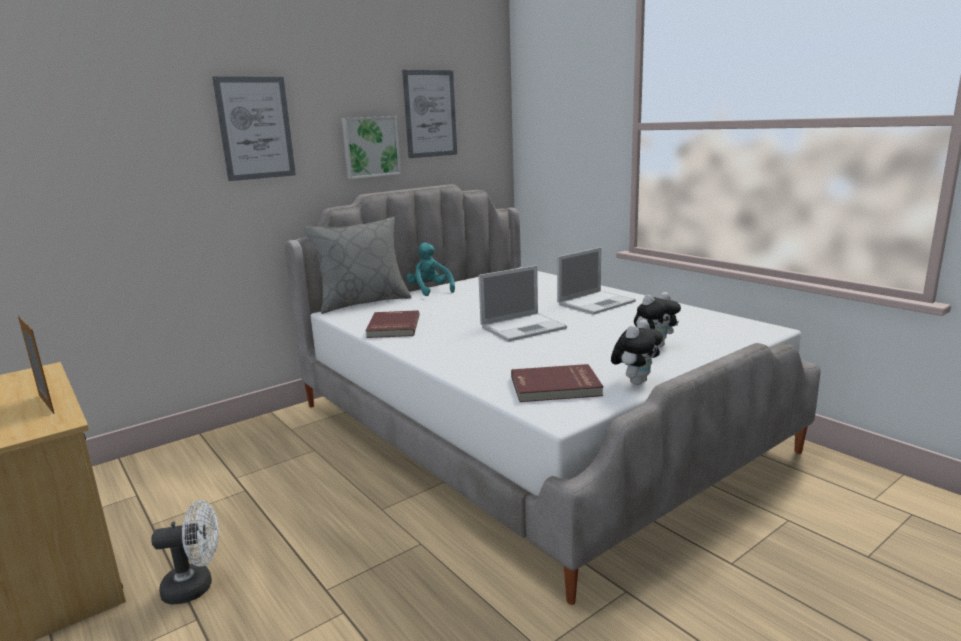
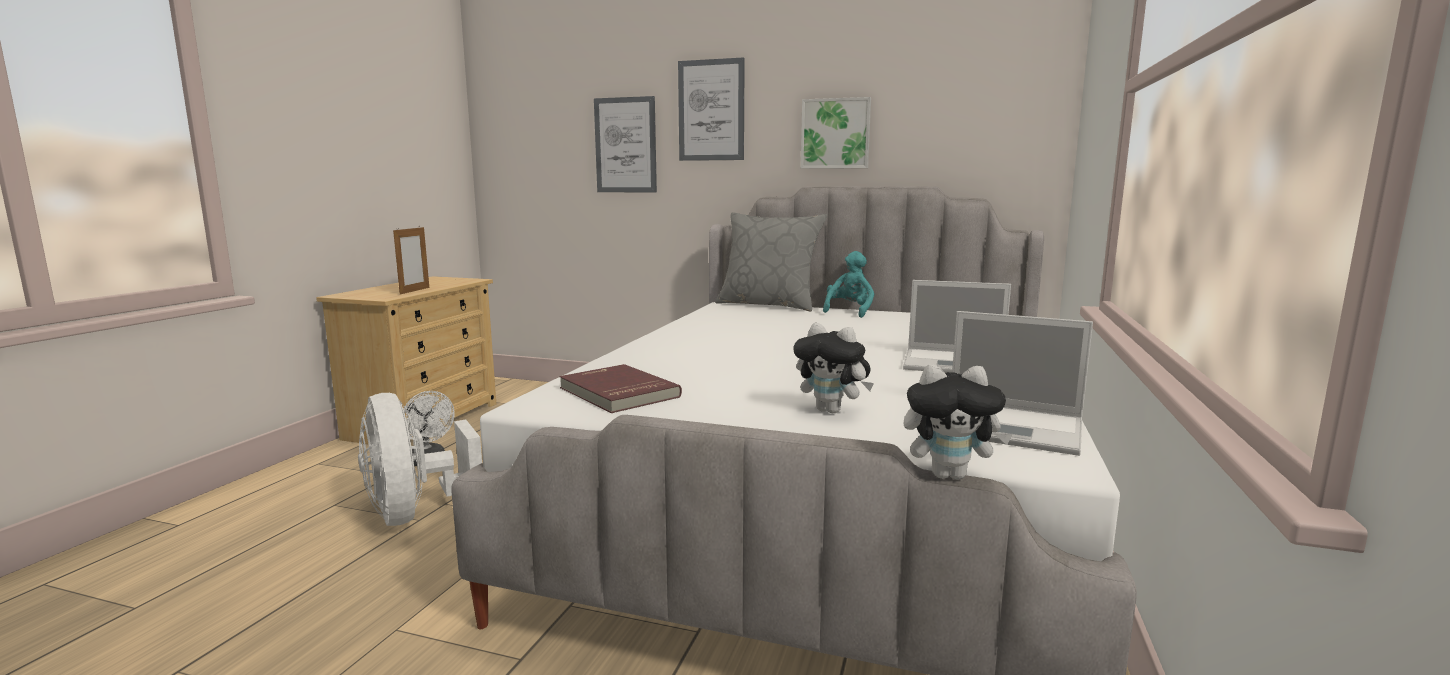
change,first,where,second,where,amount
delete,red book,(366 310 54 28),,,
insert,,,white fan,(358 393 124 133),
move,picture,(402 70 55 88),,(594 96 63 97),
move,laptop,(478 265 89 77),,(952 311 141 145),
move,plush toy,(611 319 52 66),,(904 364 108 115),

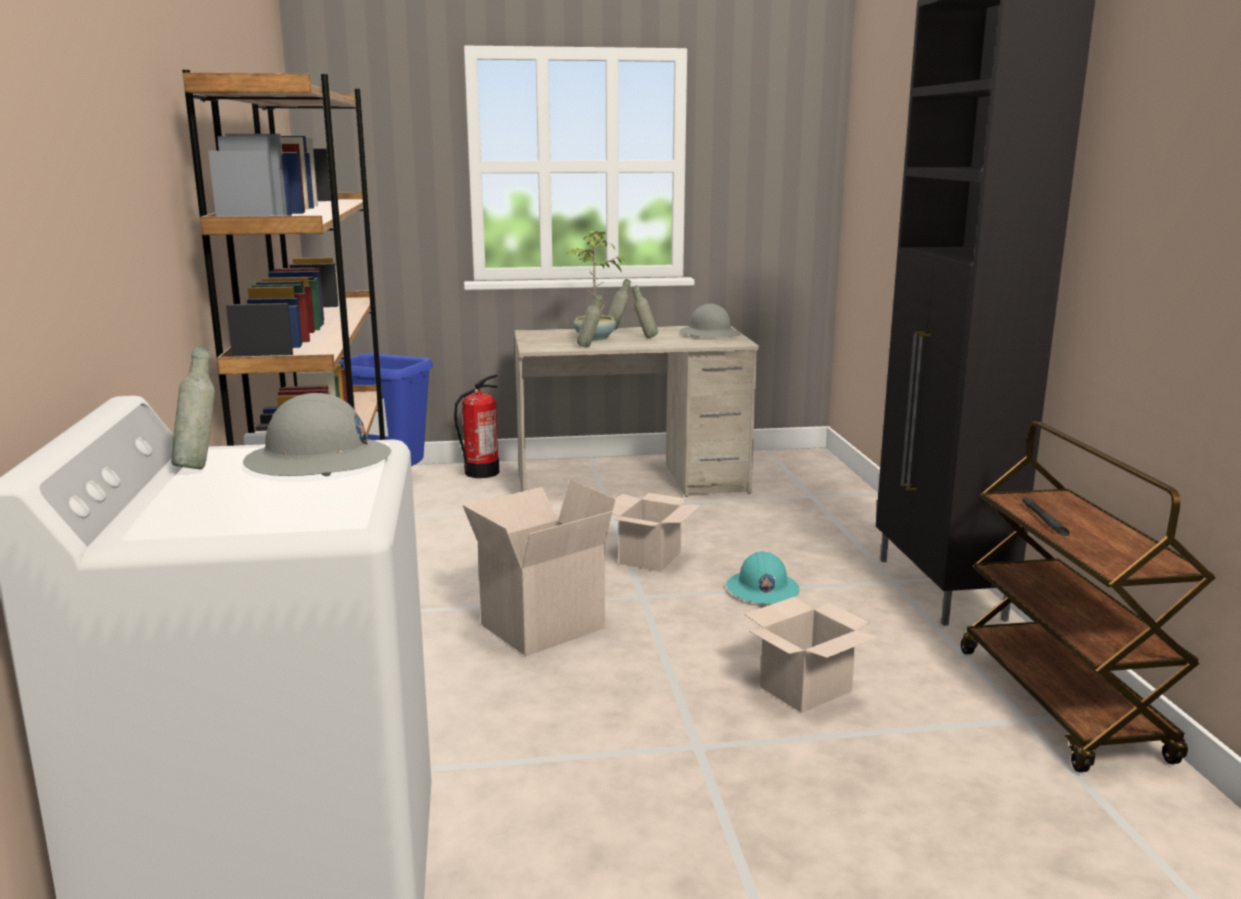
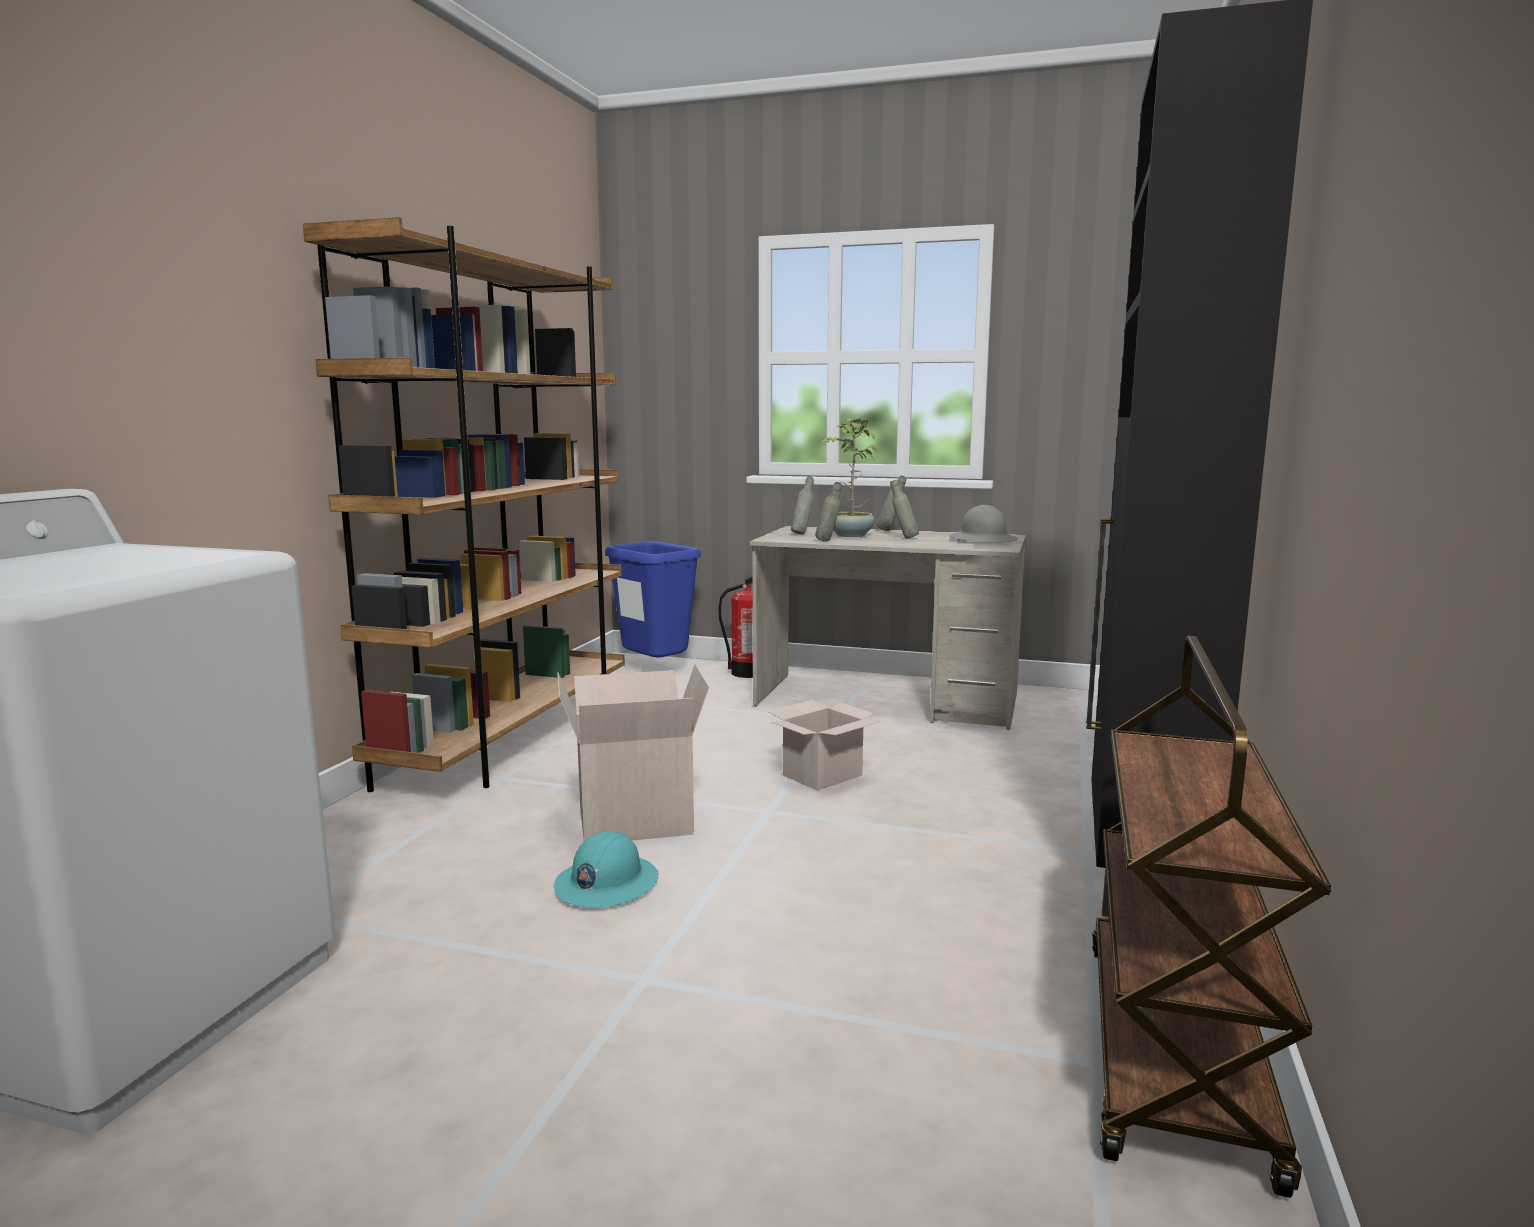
change,first,where,second,where,amount
delete,grey hard hat,(243 393 148 83),,,
delete,cardboard box,(744 597 134 116),,,
delete,black flashlight,(1022 497 48 39),,,
move,grey bottle,(171 346 44 123),,(791 476 23 58),
move,turquoise hard hat,(726 551 74 53),,(554 831 105 76),

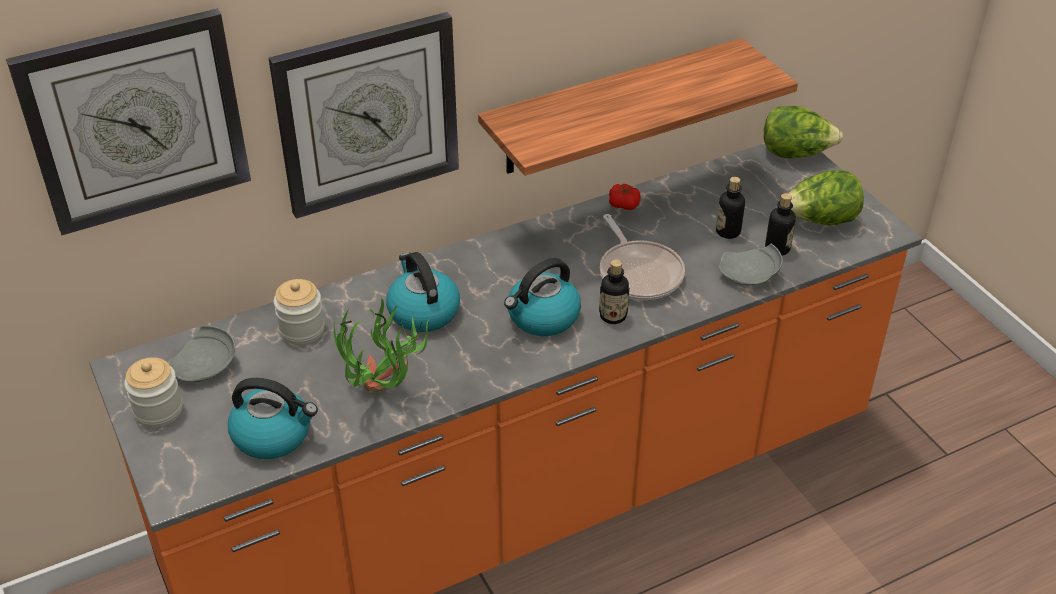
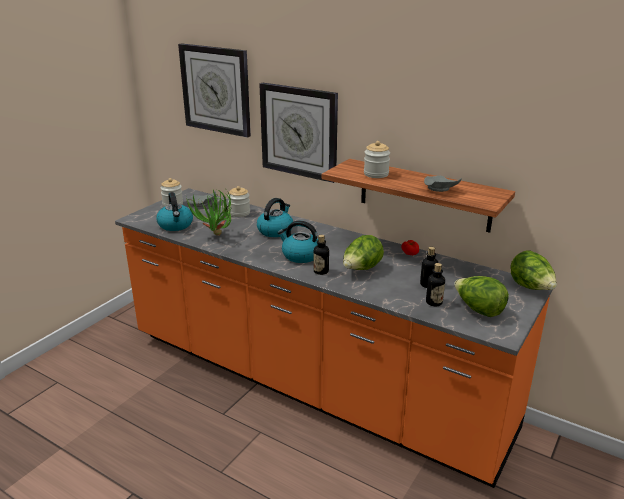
change,first,where,second,where,amount
insert,,,jar,(364 141 26 37),
move,grey plate,(719 244 64 42),,(424 176 38 16),
replace,frying pan,(600 214 85 86),lettuce,(343 235 41 35),

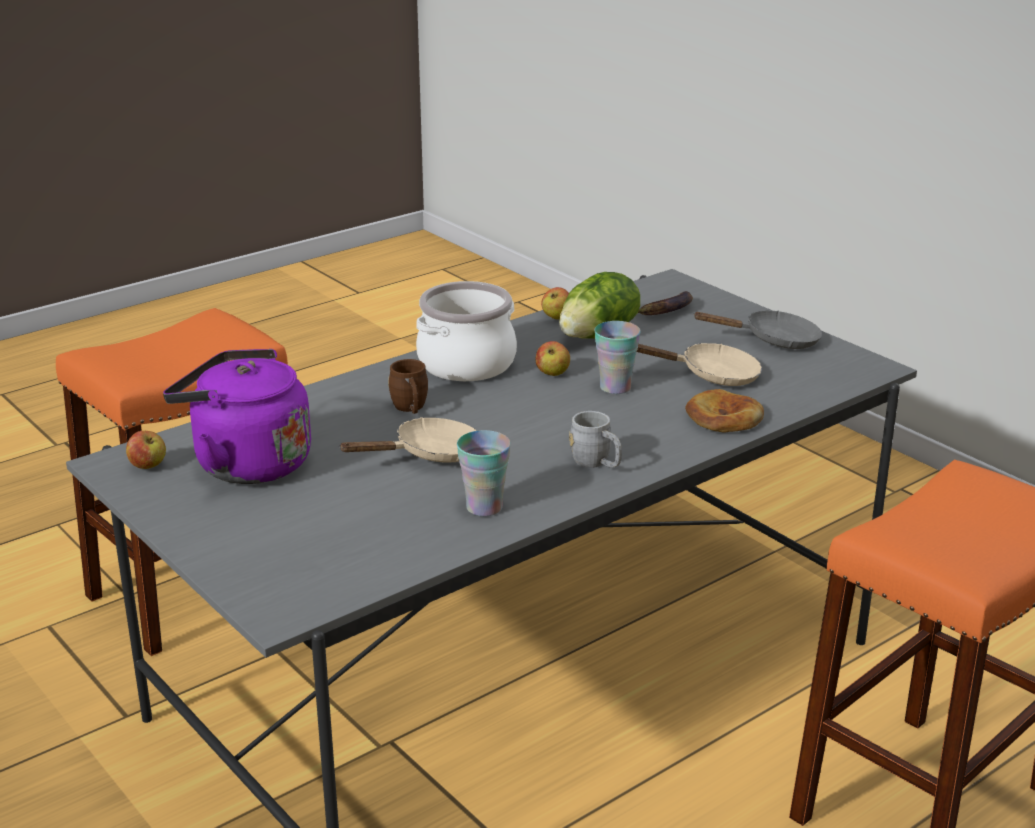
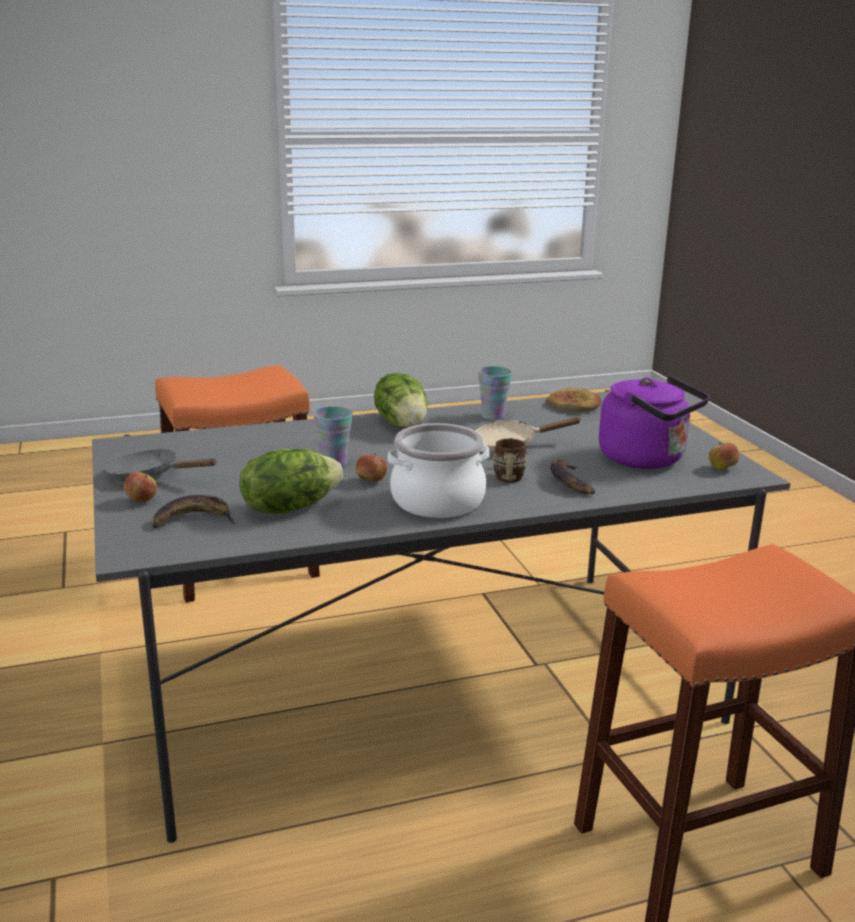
change,first,where,second,where,amount
delete,beige frying pan,(637 343 125 43),,,
insert,,,banana,(550 459 45 35),
move,apple,(541 287 28 32),,(124 472 33 31),
move,bread,(685 389 79 43),,(546 388 55 24),
replace,grey mug,(569 411 53 57),lettuce,(374 373 54 55),

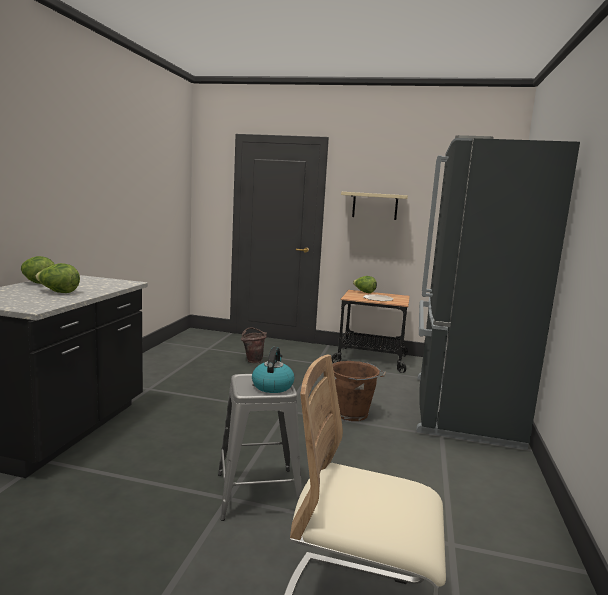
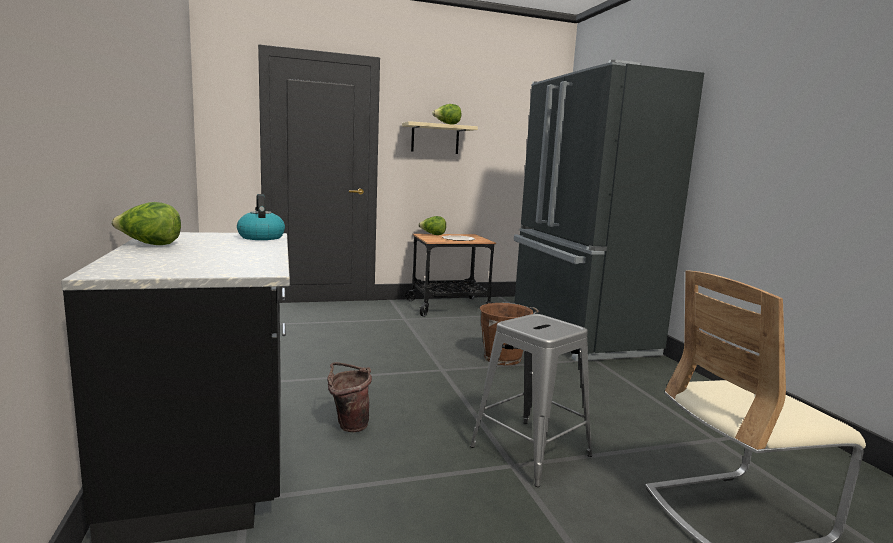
change,first,where,second,where,amount
move,lettuce,(35 263 45 30),,(432 104 29 21),
move,brown bucket,(241 328 26 35),,(327 362 45 70),
move,kettle,(252 347 42 46),,(237 194 48 46),

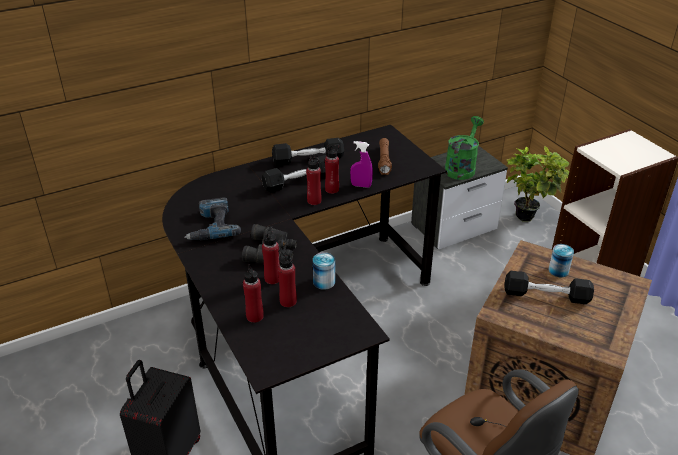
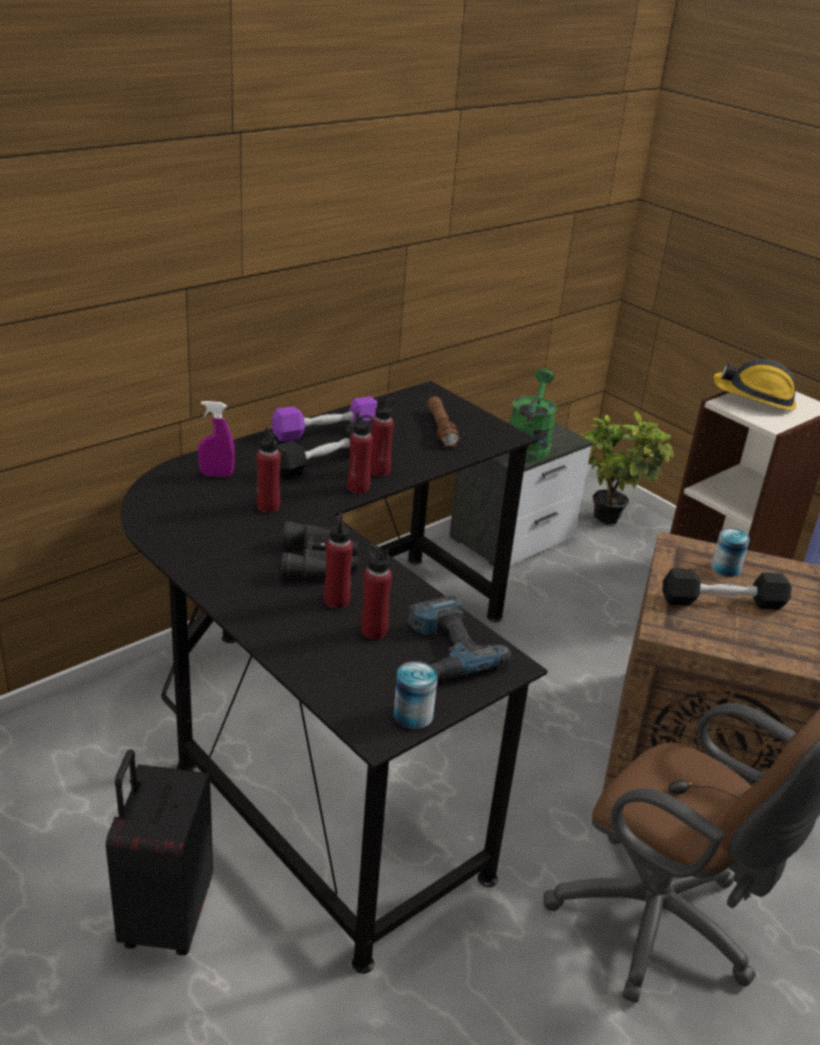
change,first,where,second,where,amount
insert,,,hard hat,(714 359 82 51),
move,power drill,(184 197 57 43),,(408 596 103 83),
move,red bottle,(243 264 21 59),,(257 428 24 85),
move,can,(313 252 22 38),,(394 661 44 68),
move,purple spray bottle,(350 141 23 47),,(198 401 37 76),
recolor,black dumbbell,(272 138 72 28),purple dumbbell,(271 397 106 45),

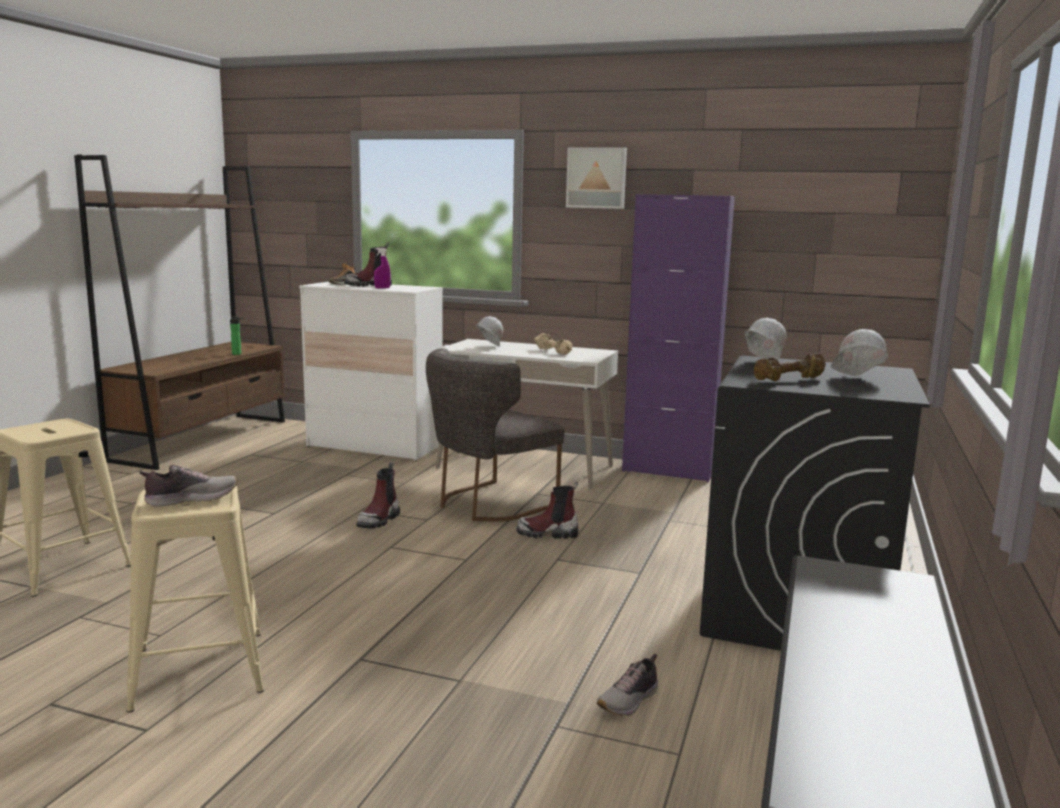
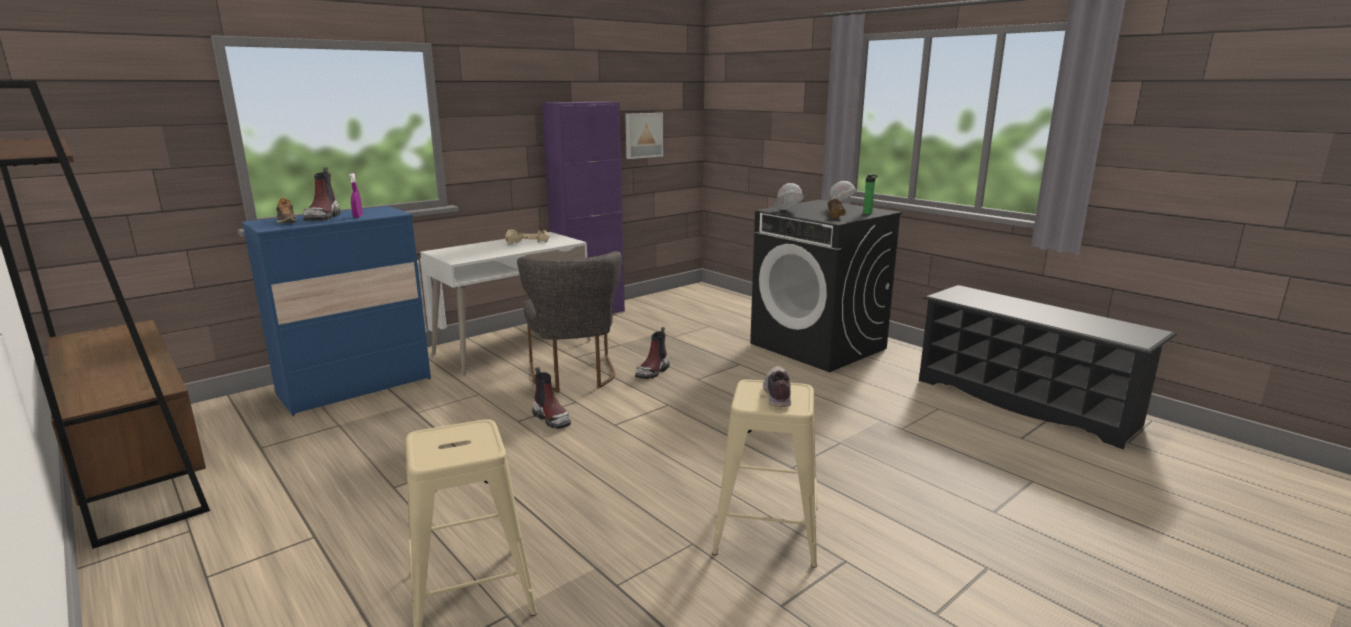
change,first,where,second,where,amount
delete,white hard hat,(476 316 27 31),,,
delete,shoe,(596 654 62 62),,,
move,bottle,(230 316 13 39),,(863 174 15 40),
move,picture,(566 147 61 62),,(625 113 38 46),
recolor,white dresser,(299 282 144 179),blue dresser,(242 206 189 210),

